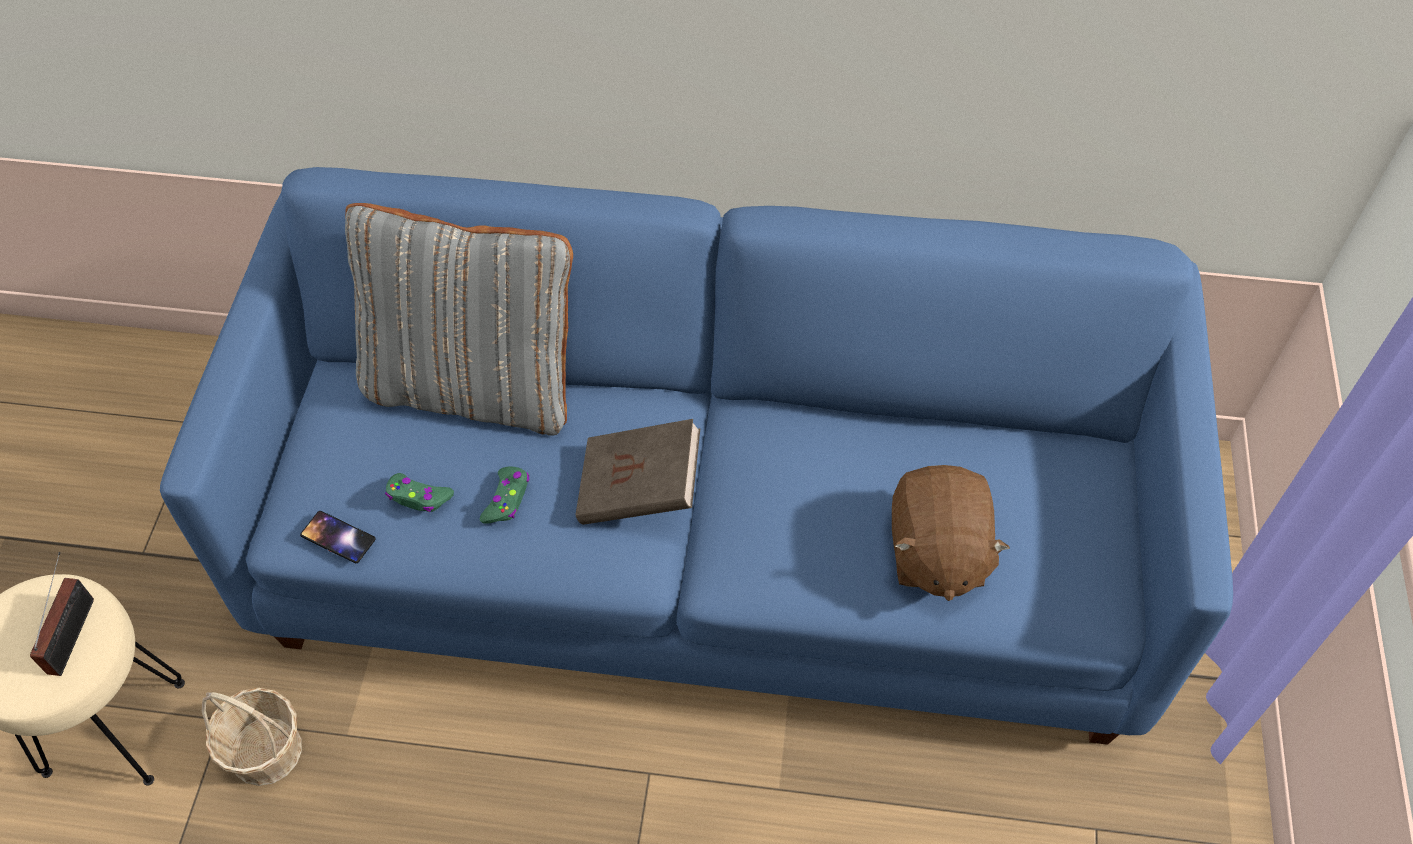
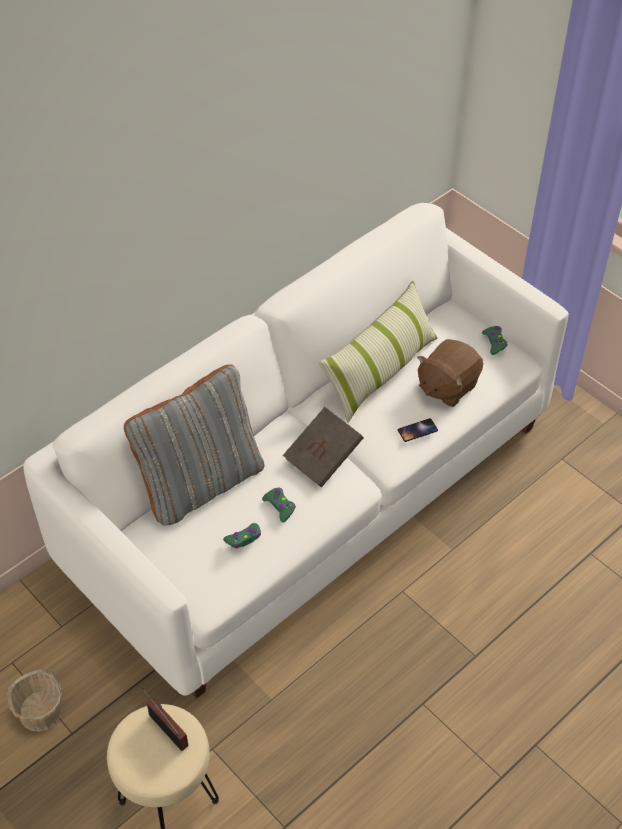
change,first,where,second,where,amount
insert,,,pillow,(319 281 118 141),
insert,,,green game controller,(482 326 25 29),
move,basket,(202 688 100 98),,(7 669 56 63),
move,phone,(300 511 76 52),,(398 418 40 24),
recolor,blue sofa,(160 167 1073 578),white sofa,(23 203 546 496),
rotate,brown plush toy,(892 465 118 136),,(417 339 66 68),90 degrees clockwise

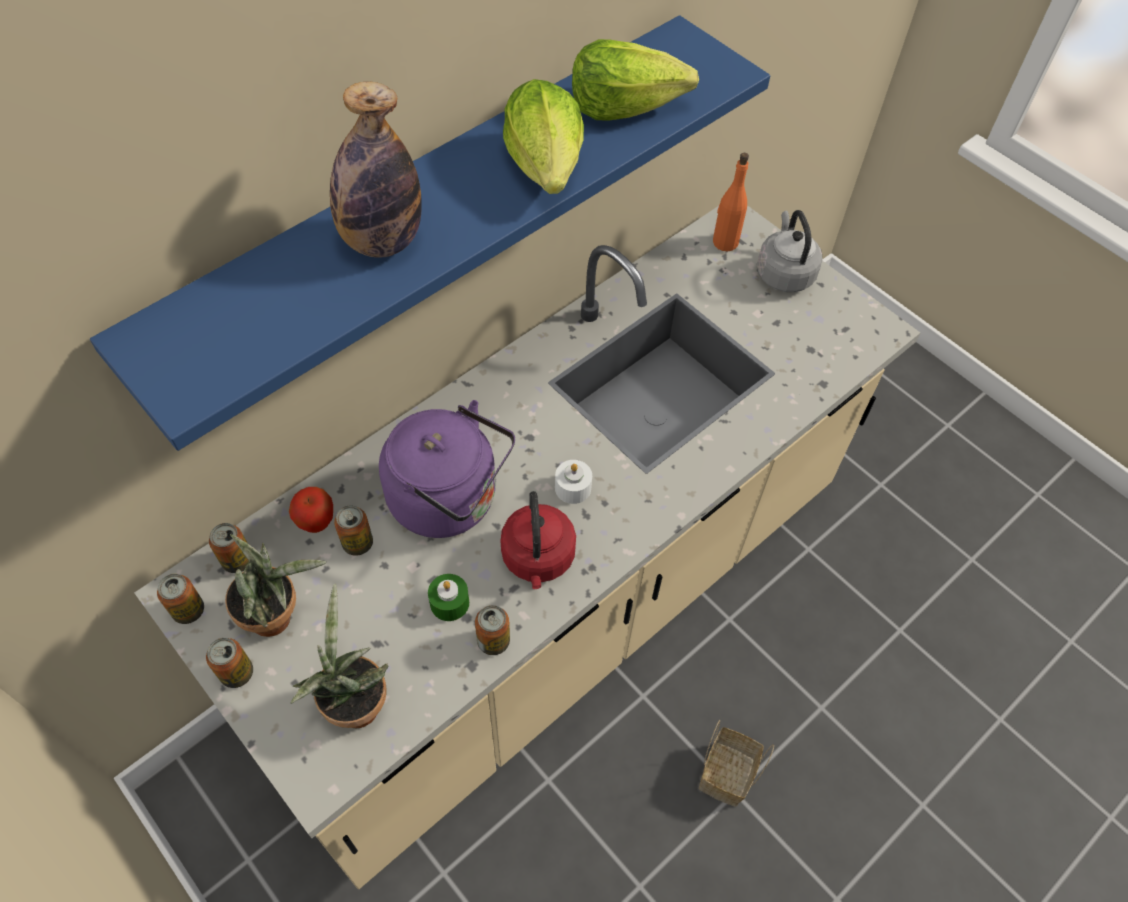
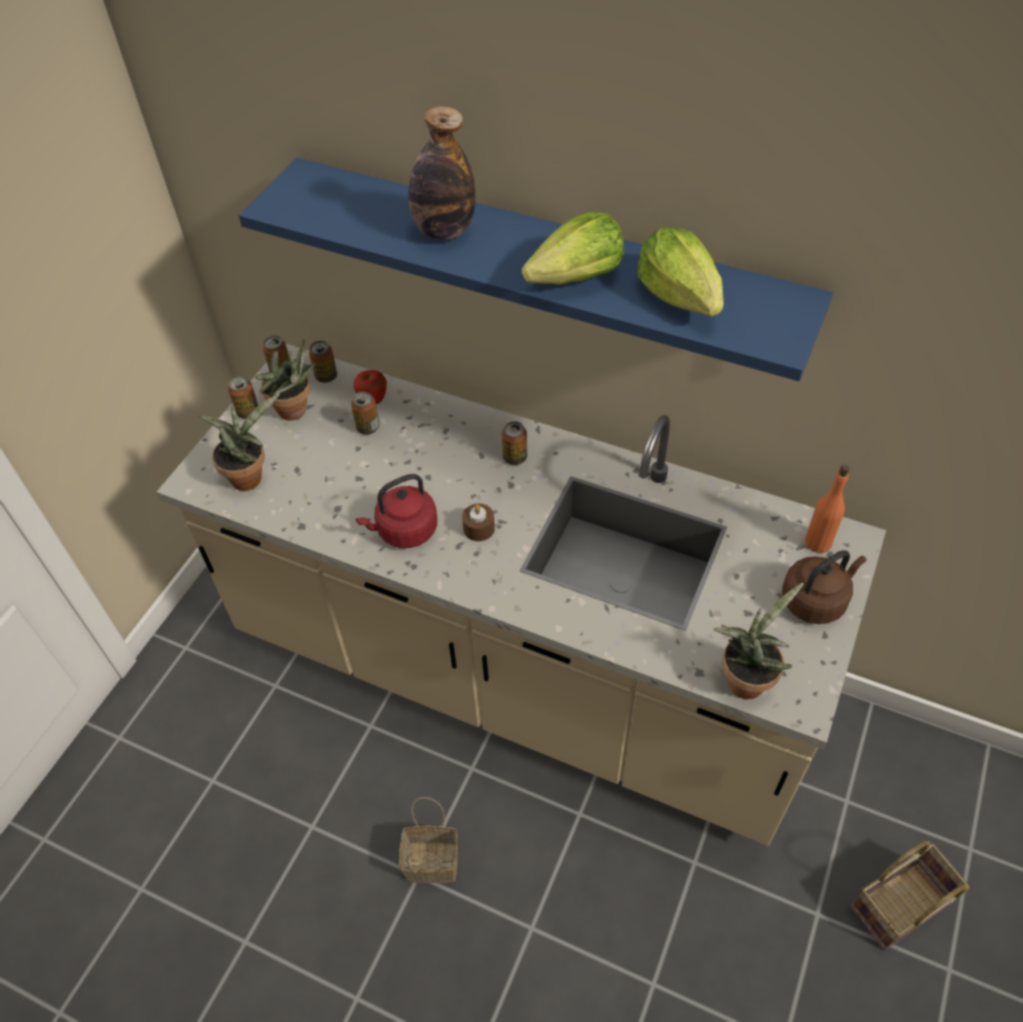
change,first,where,second,where,amount
delete,purple kettle,(379 400 136 138),,,
delete,green candle,(428 574 41 47),,,
insert,,,potted plant,(713 583 91 116),
insert,,,basket,(851 841 119 109),
move,can,(475 605 35 50),,(502 421 25 44),
recolor,white candle,(555 460 37 44),brown candle,(462 503 33 38),
recolor,grey kettle,(757 210 66 82),brown kettle,(782 550 84 74),

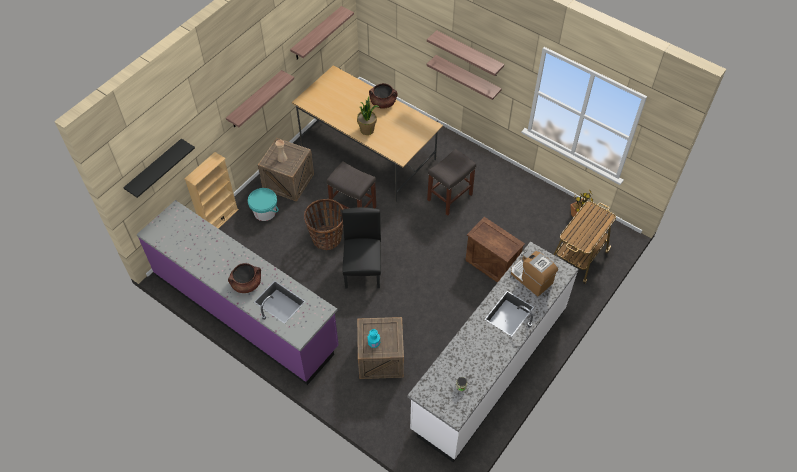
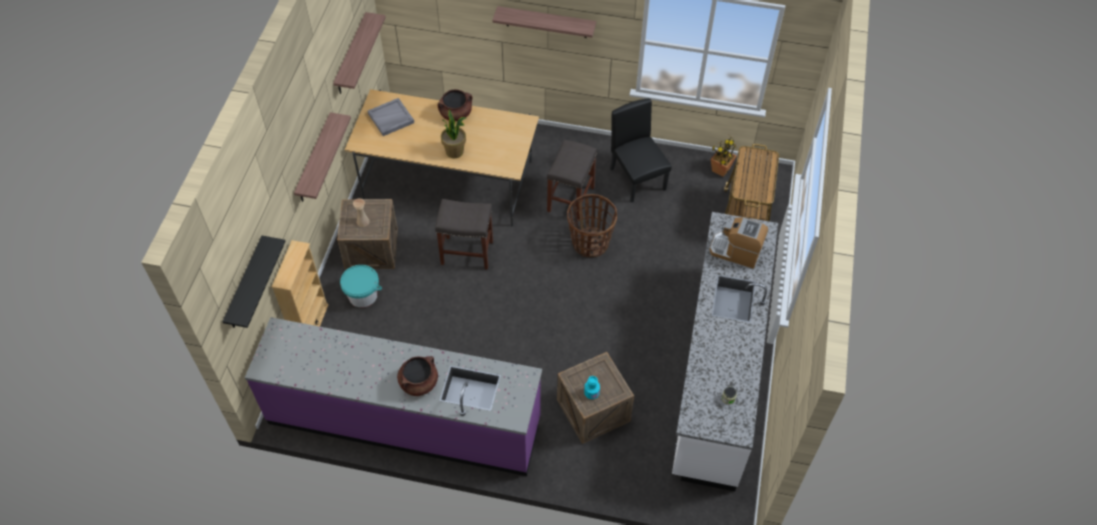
change,first,where,second,where,amount
delete,shelf,(427 55 75 45),,,
delete,crate,(465 217 60 66),,,
insert,,,grey tray,(368 98 46 38),
move,basket,(304 199 39 51),,(567 194 50 64),
move,black chair,(342 207 39 81),,(610 98 62 105),

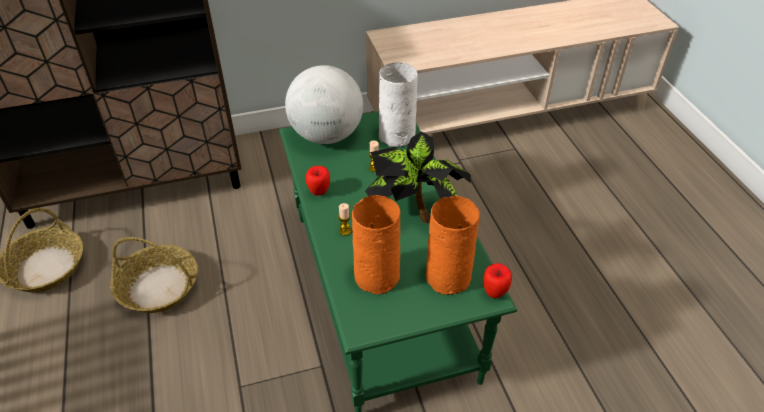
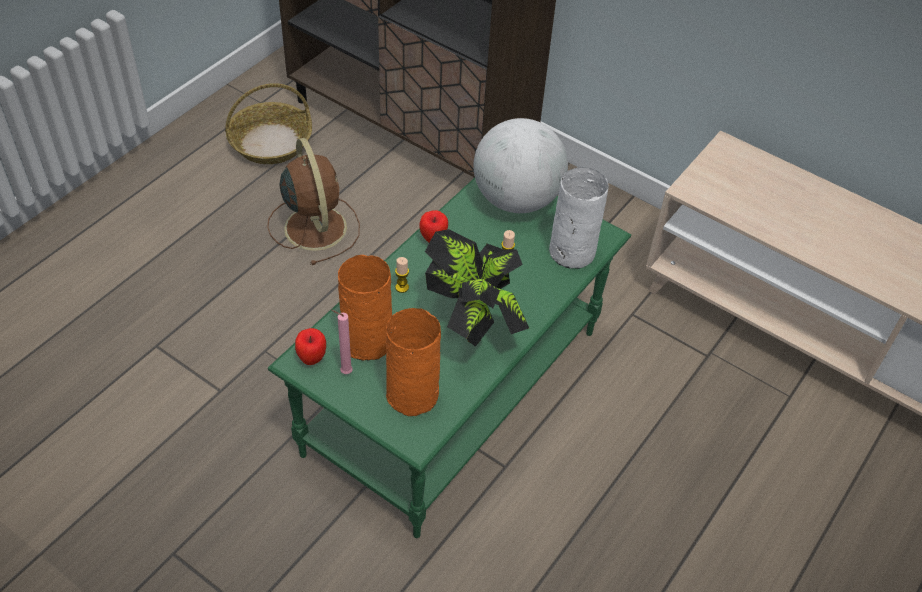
change,first,where,second,where,amount
insert,,,pink candle,(331 310 22 64),
move,apple,(483 263 29 35),,(295 328 31 37),
replace,basket,(110 237 88 76),brown fan,(267 138 93 127),

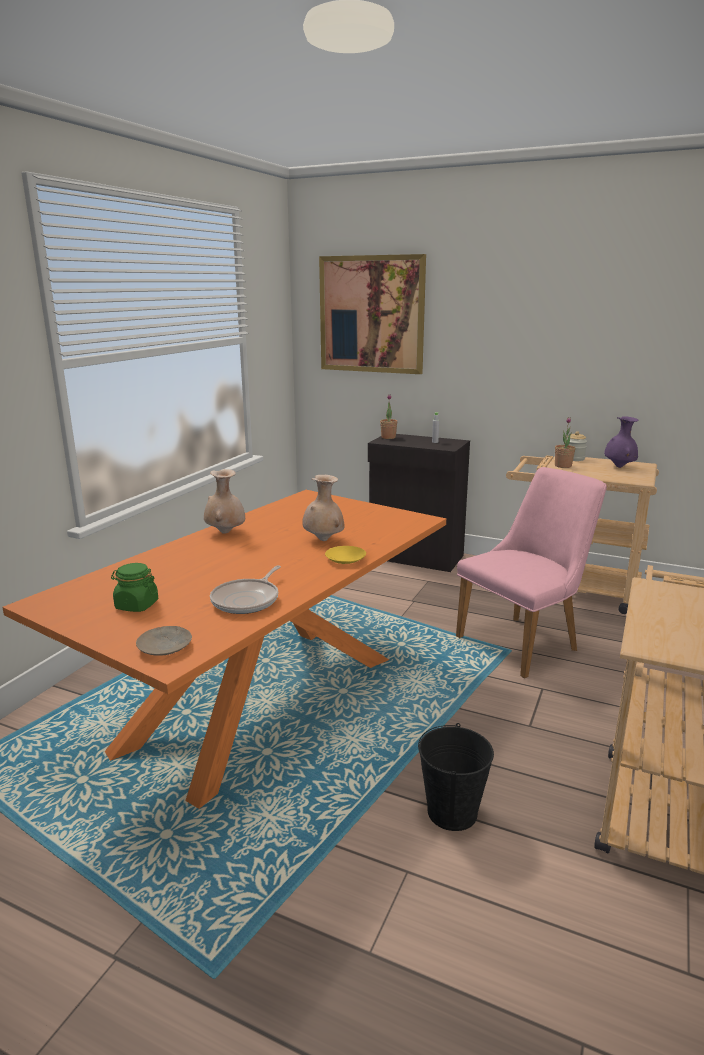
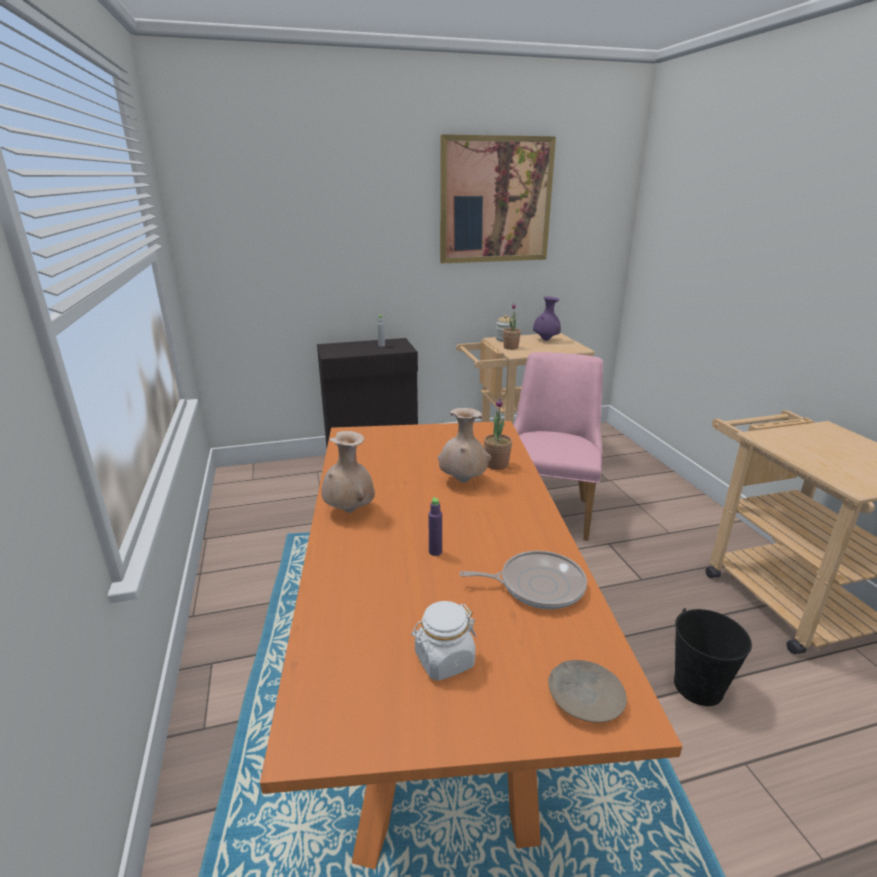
change,first,where,second,where,amount
delete,yellow plate,(325 546 41 18),,,
insert,,,purple bottle,(428 497 14 59),
move,picture,(319 254 107 120),,(440 134 116 129),
move,potted plant,(380 394 17 45),,(484 398 28 72),
recolor,green jar,(111 563 47 49),white jar,(411 601 65 80),
rotate,frying pan,(210 565 71 49),,(459 550 128 59),75 degrees counterclockwise

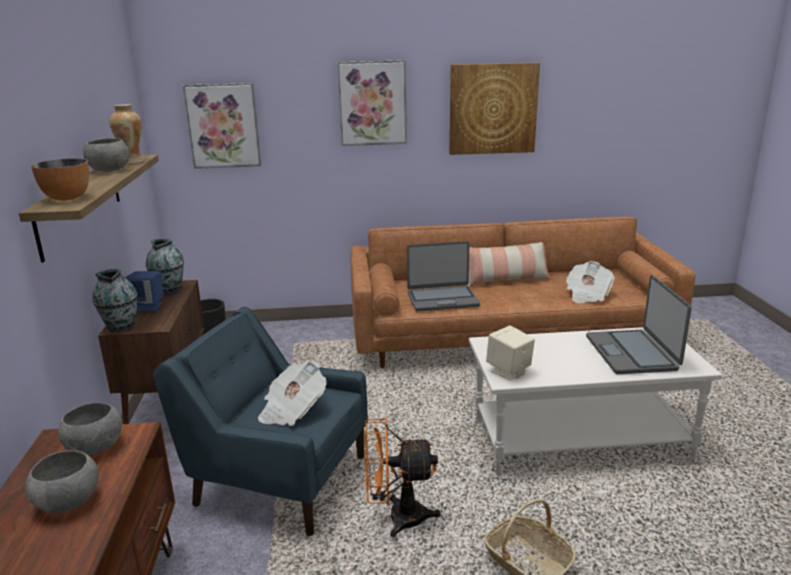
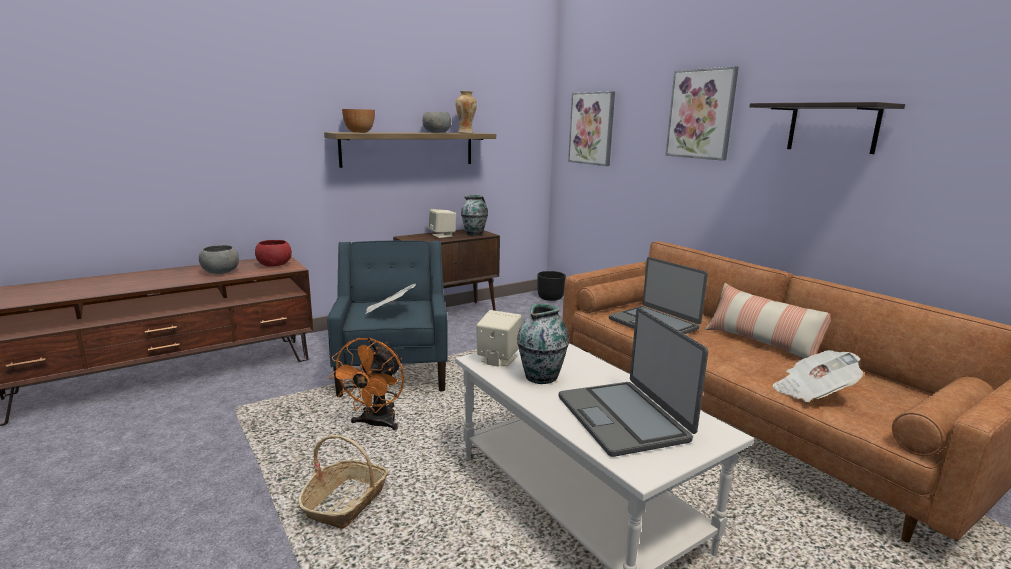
change,first,where,second,where,amount
move,vase,(92 269 45 63),,(517 304 52 80),
replace,picture,(449 63 91 92),shelf,(750 102 155 52),
recolor,grey bowl,(58 402 64 53),red bowl,(255 240 37 27),
recolor,blue speaker,(125 271 39 41),beige speaker,(429 209 27 29),
rotate,orange fan,(365 417 76 121),,(328 338 76 92),135 degrees counterclockwise
rotate,laptop,(586 275 106 99),,(559 307 149 150),75 degrees counterclockwise

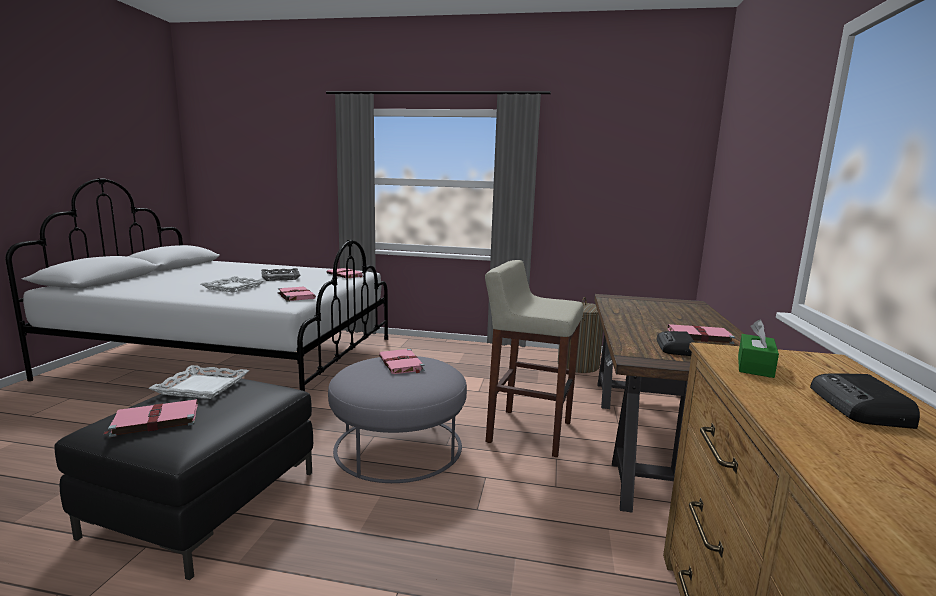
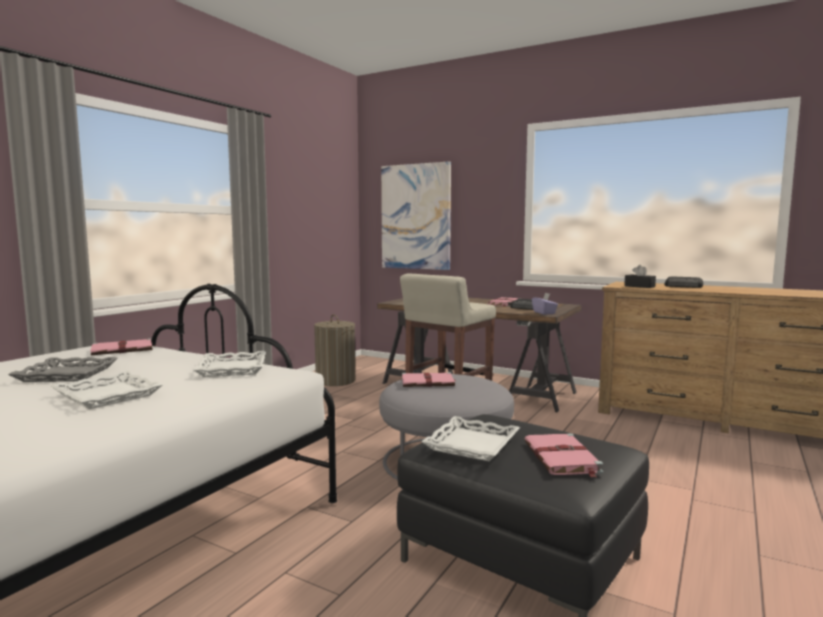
change,first,where,second,where,amount
insert,,,picture,(381 161 70 109),
insert,,,purple tissue box,(532 293 26 22),
replace,pink book,(278 286 38 16),white tray,(194 351 72 26),
recolor,green tissue box,(738 320 41 58),black tissue box,(624 265 32 23),

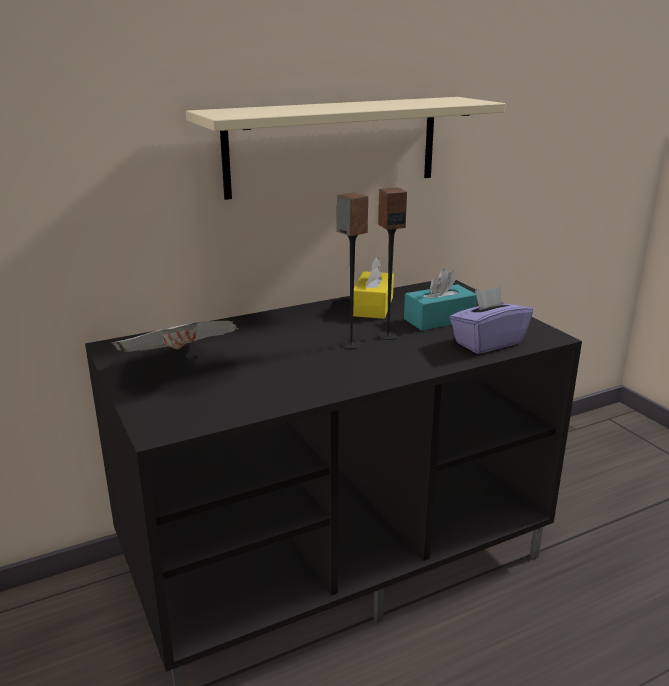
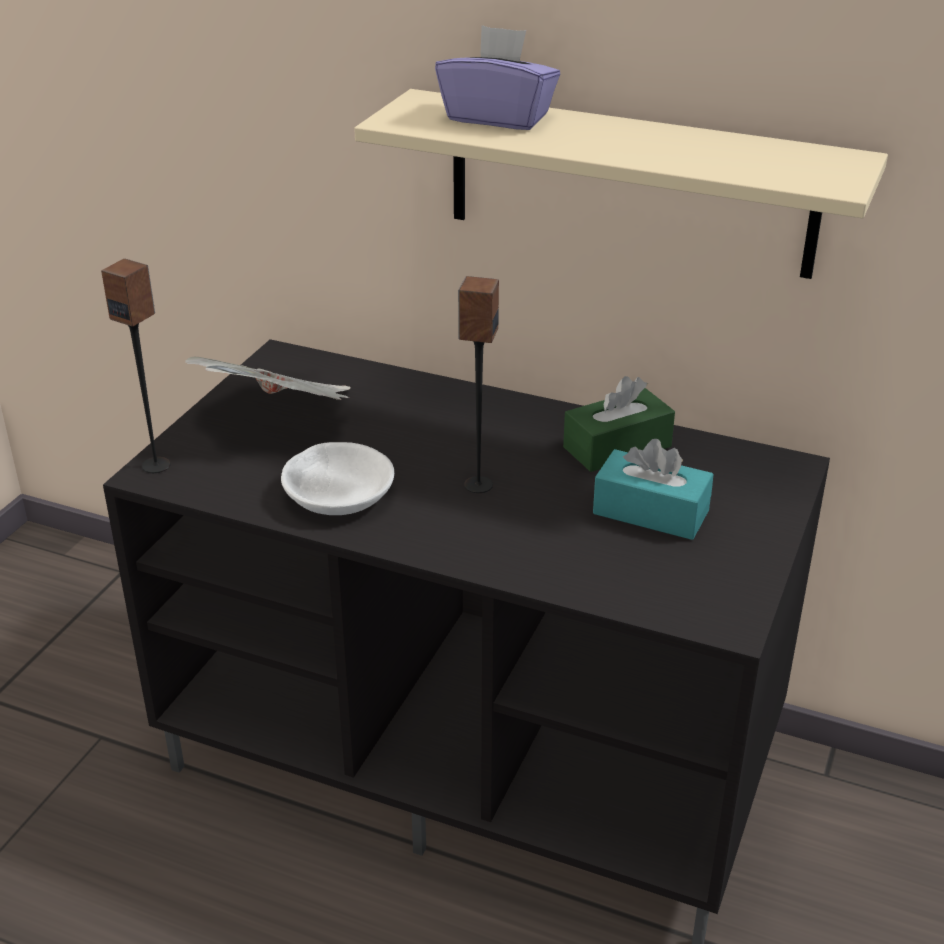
change,first,where,second,where,amount
insert,,,white bowl,(281 442 113 73),
move,speaker,(378 188 29 152),,(101 259 69 214),
move,purple tissue box,(449 286 84 68),,(435 25 125 105),
recolor,yellow tissue box,(353 257 41 62),green tissue box,(563 376 112 96),

